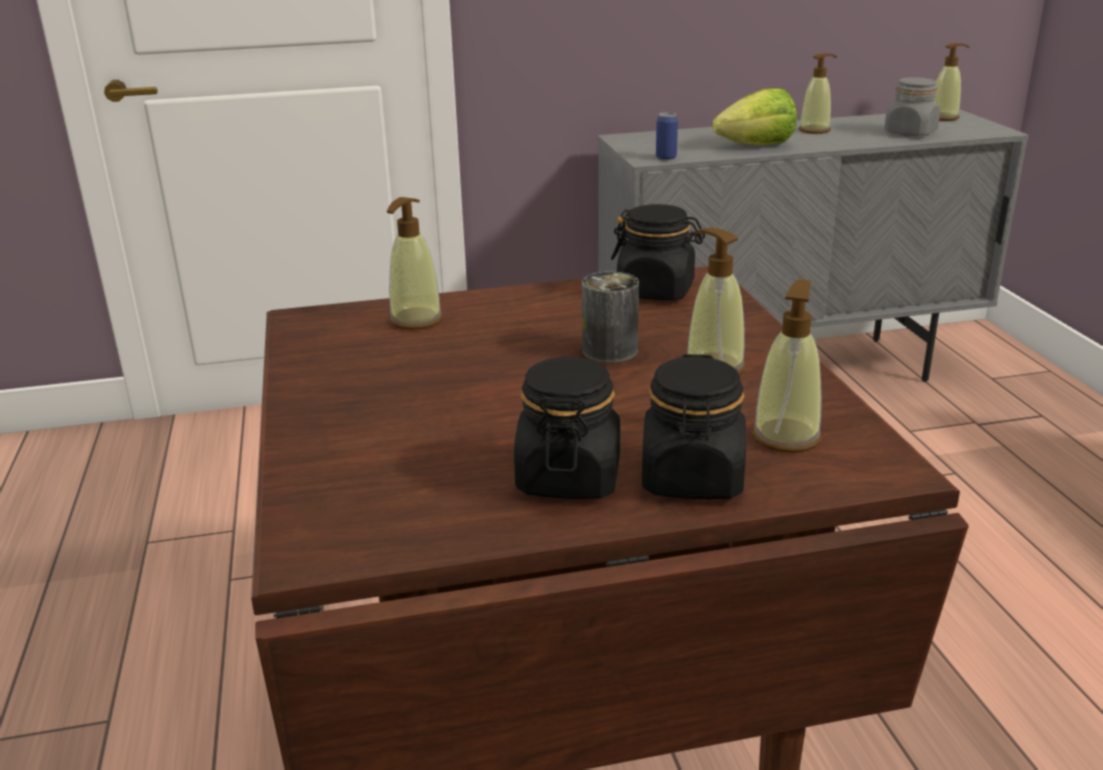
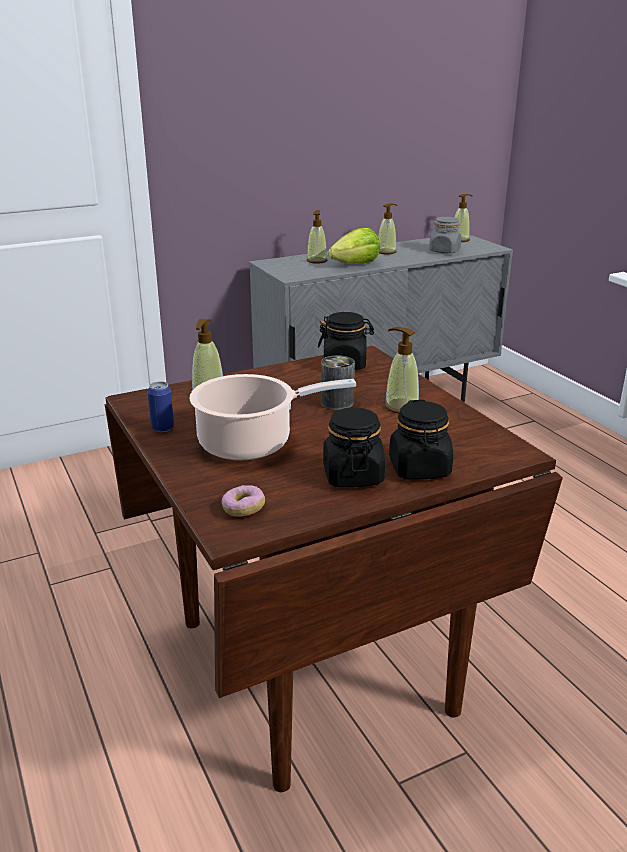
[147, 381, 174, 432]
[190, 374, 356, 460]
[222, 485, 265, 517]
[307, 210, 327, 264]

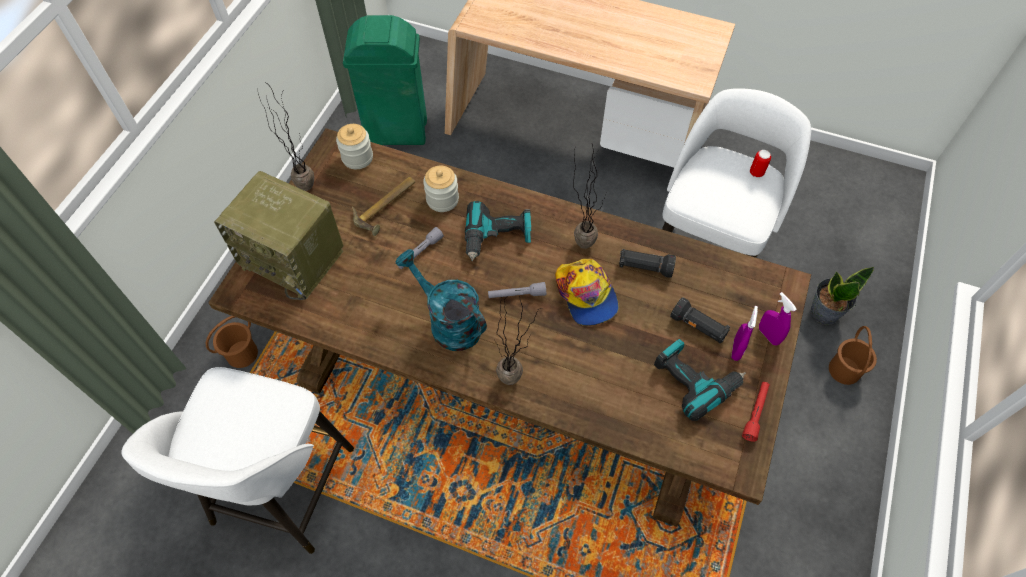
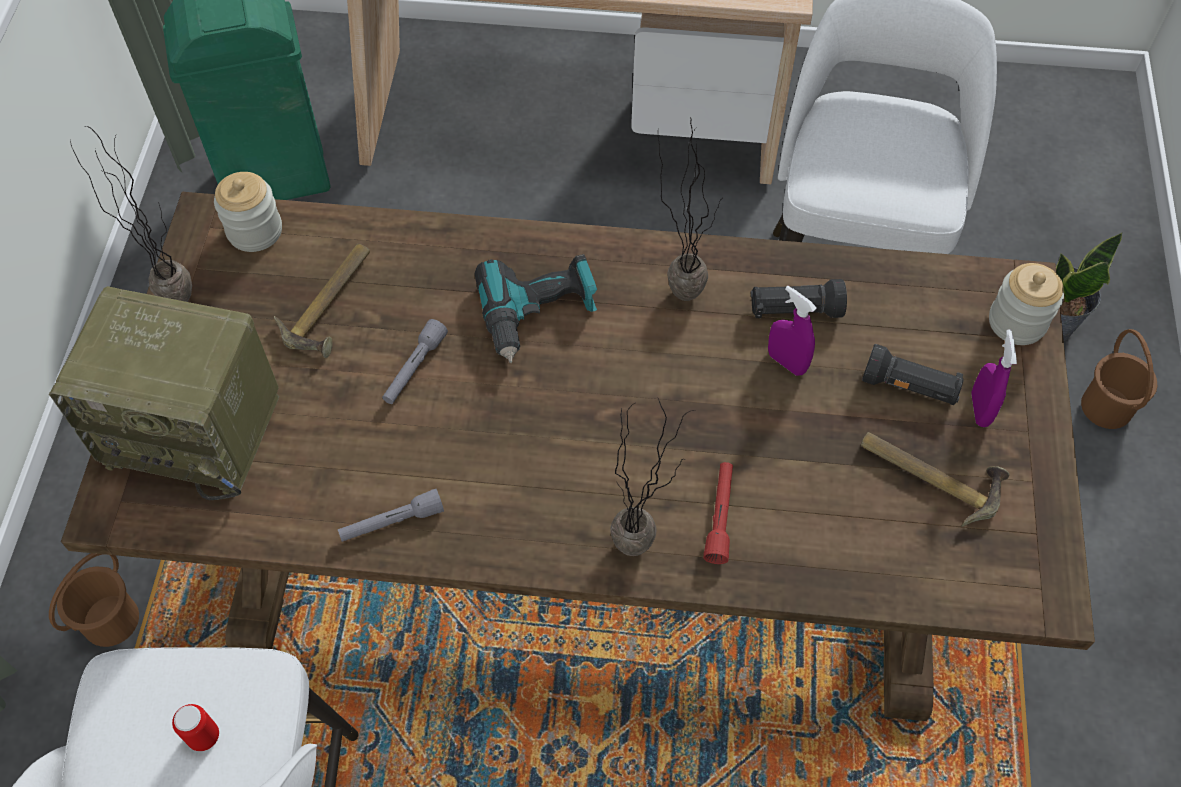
[172, 704, 219, 751]
[338, 489, 444, 542]
[703, 462, 733, 564]
[768, 286, 817, 376]
[861, 432, 1009, 527]
[989, 263, 1064, 345]
[396, 249, 487, 351] (first image)
[555, 259, 619, 326] (first image)

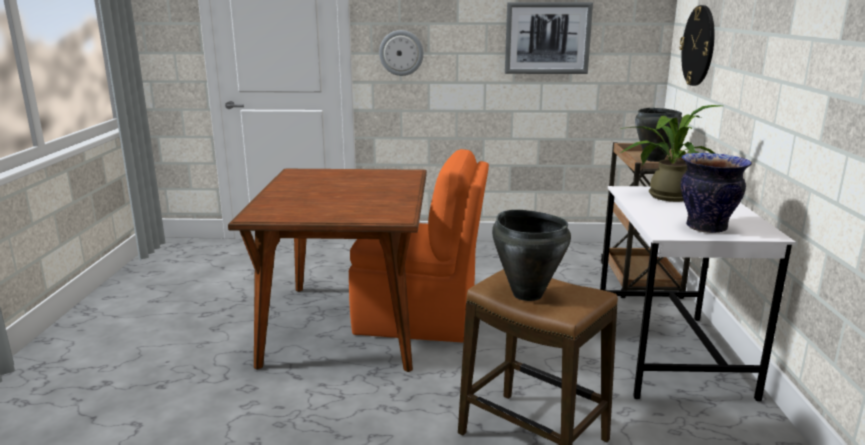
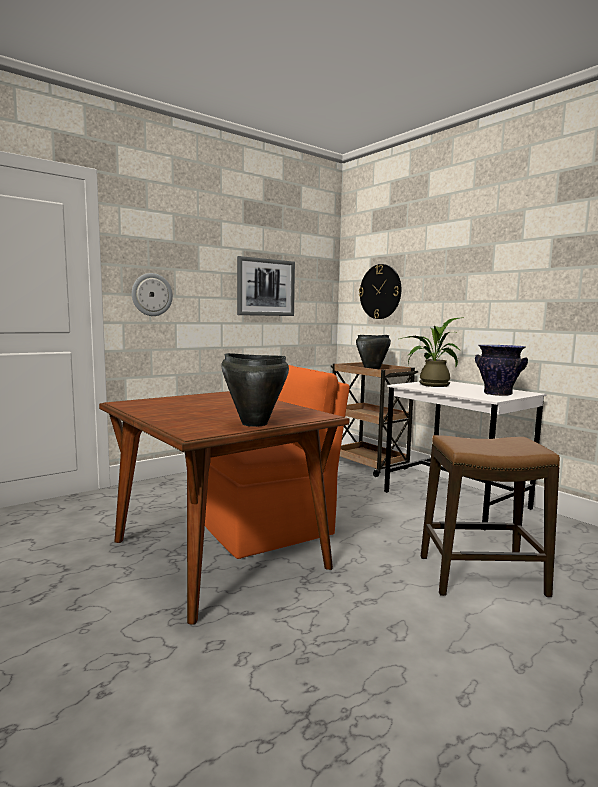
[221, 353, 289, 427]

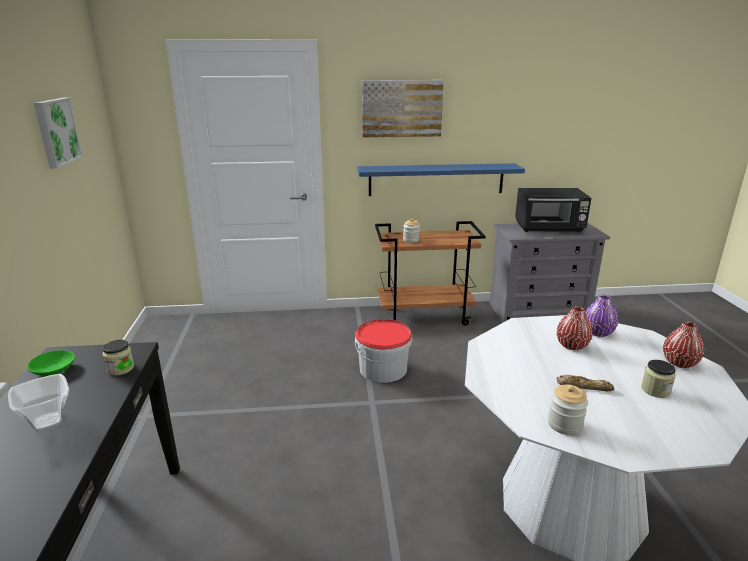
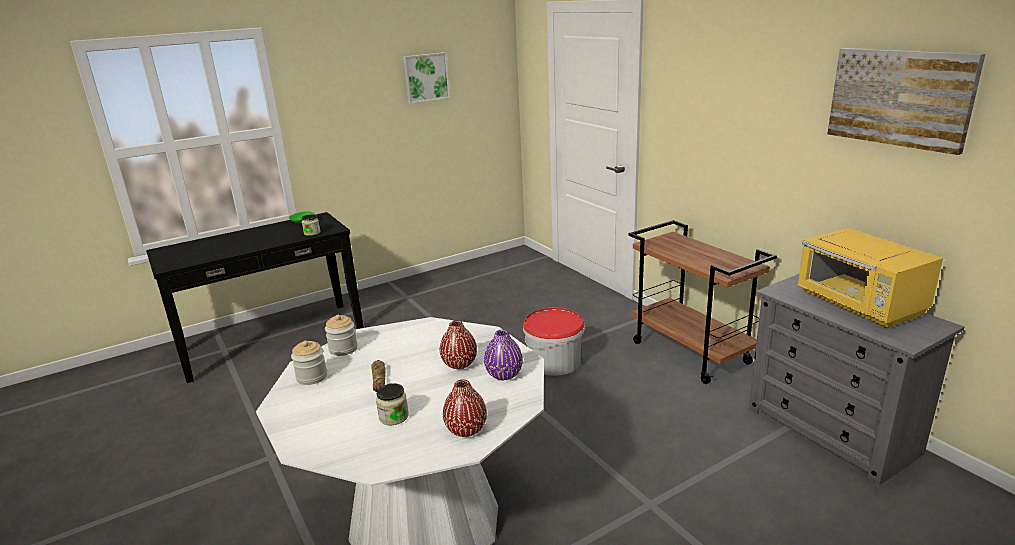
[325, 315, 357, 356]
[797, 228, 943, 328]
[827, 48, 985, 155]
[8, 374, 69, 431] (first image)
[357, 163, 525, 196] (first image)

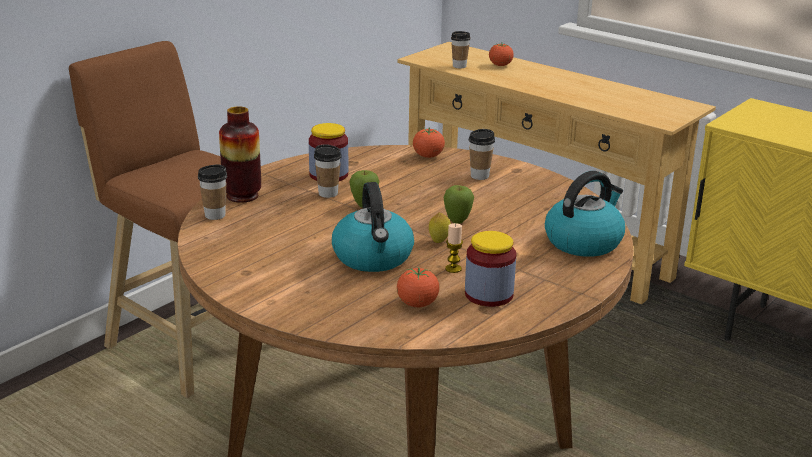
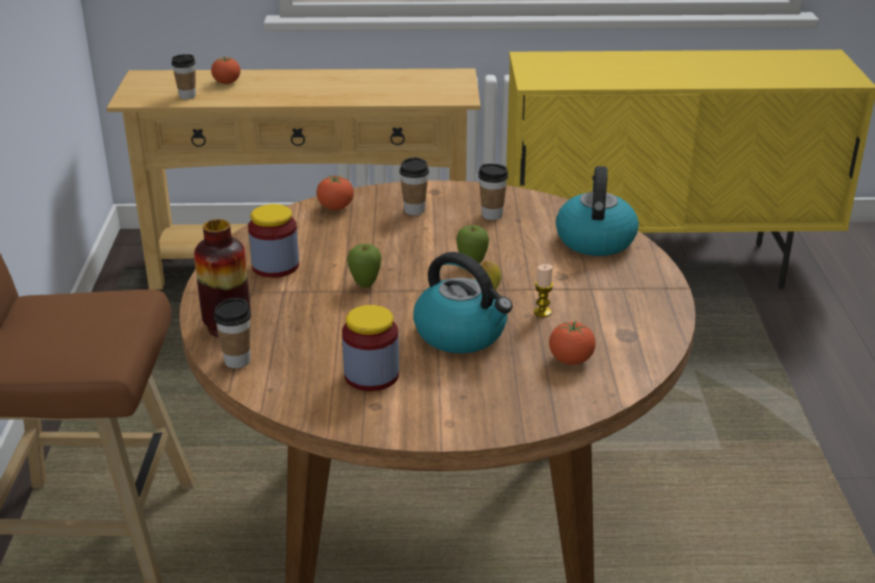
[342, 305, 399, 391]
[478, 164, 508, 220]

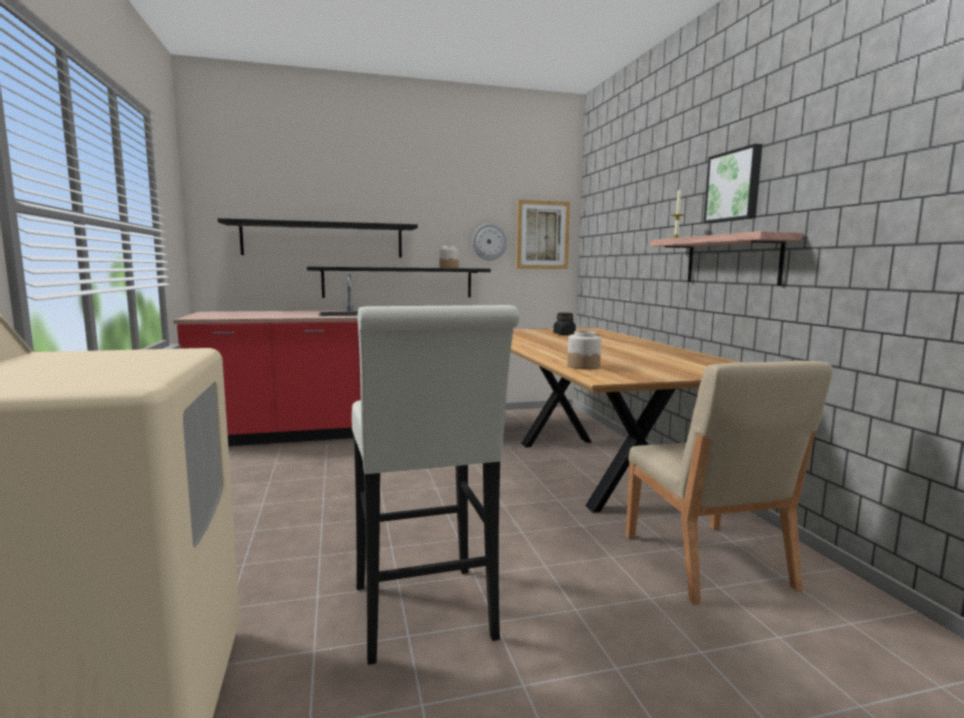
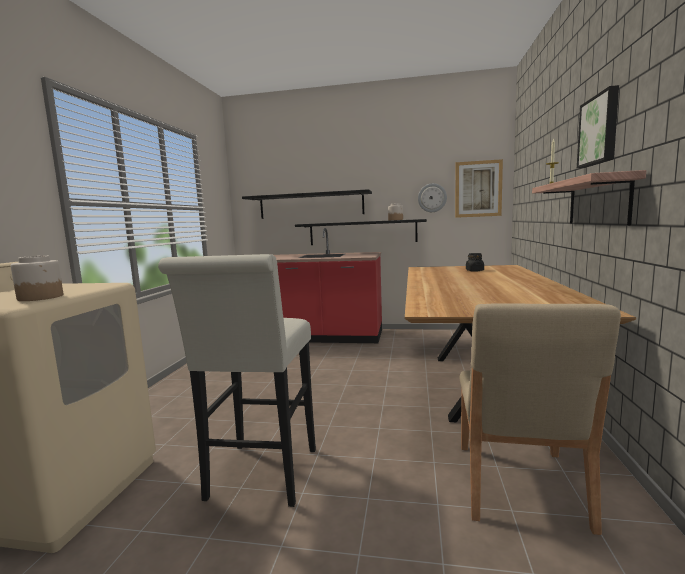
[11, 256, 63, 301]

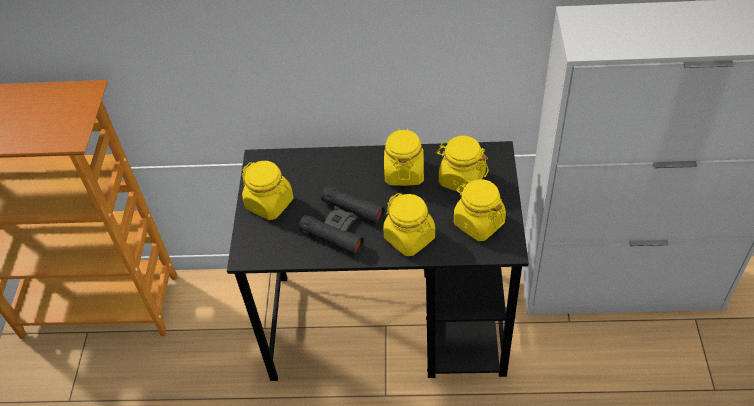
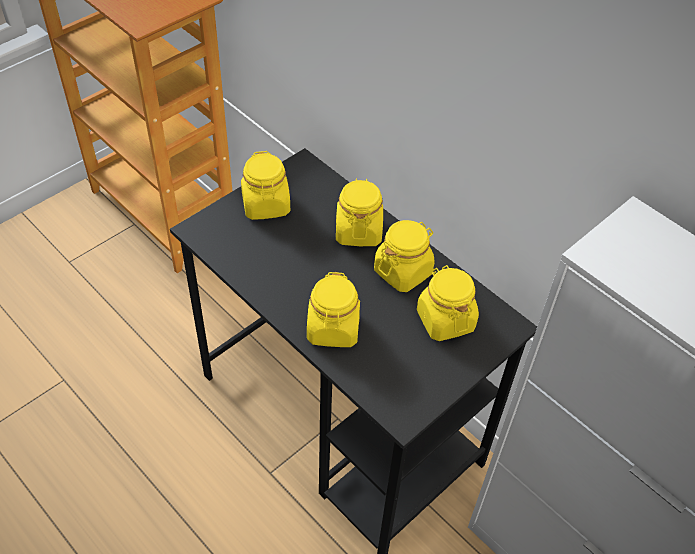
[336, 178, 383, 246]
[299, 186, 385, 256] (first image)

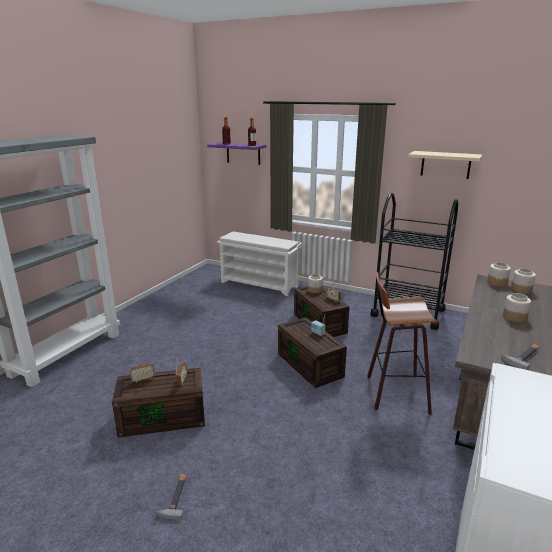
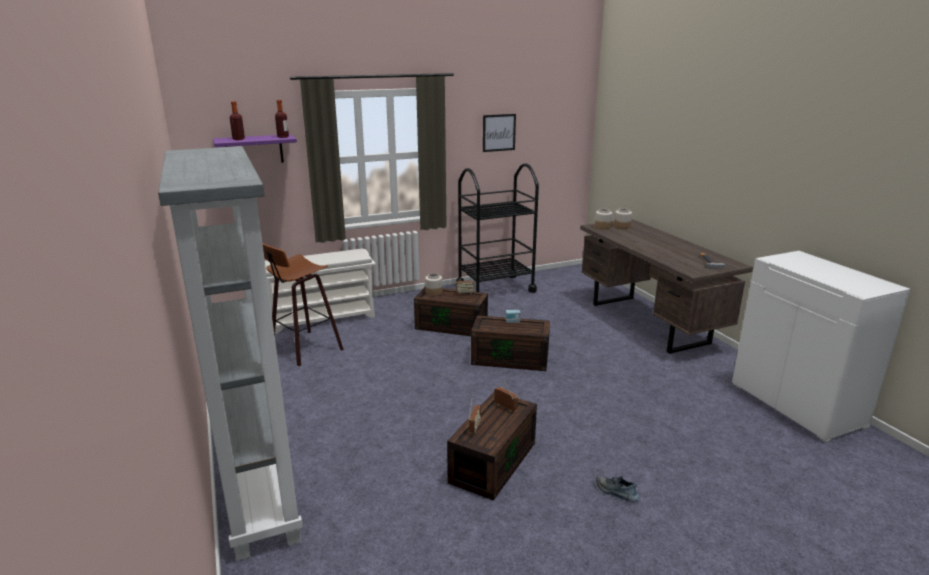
[262, 243, 344, 366]
[483, 114, 516, 152]
[596, 475, 640, 502]
[503, 293, 531, 322] (first image)

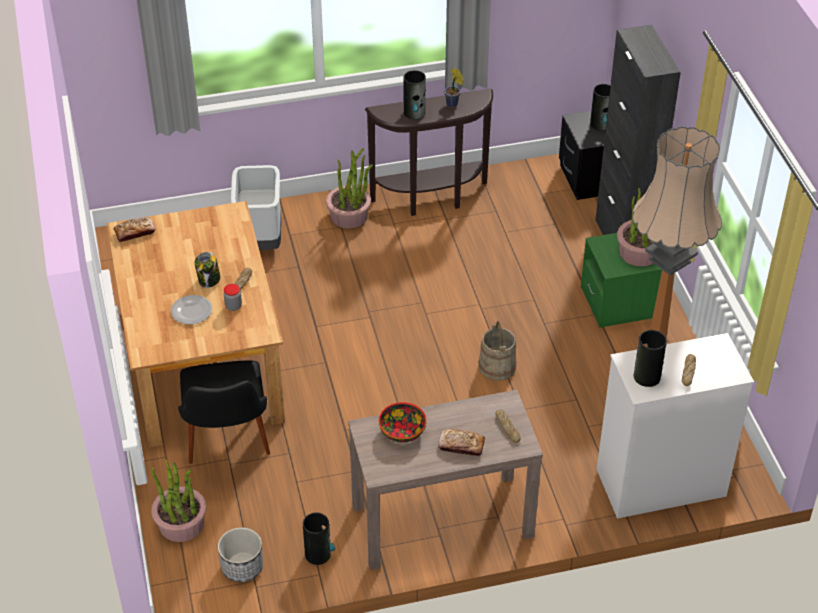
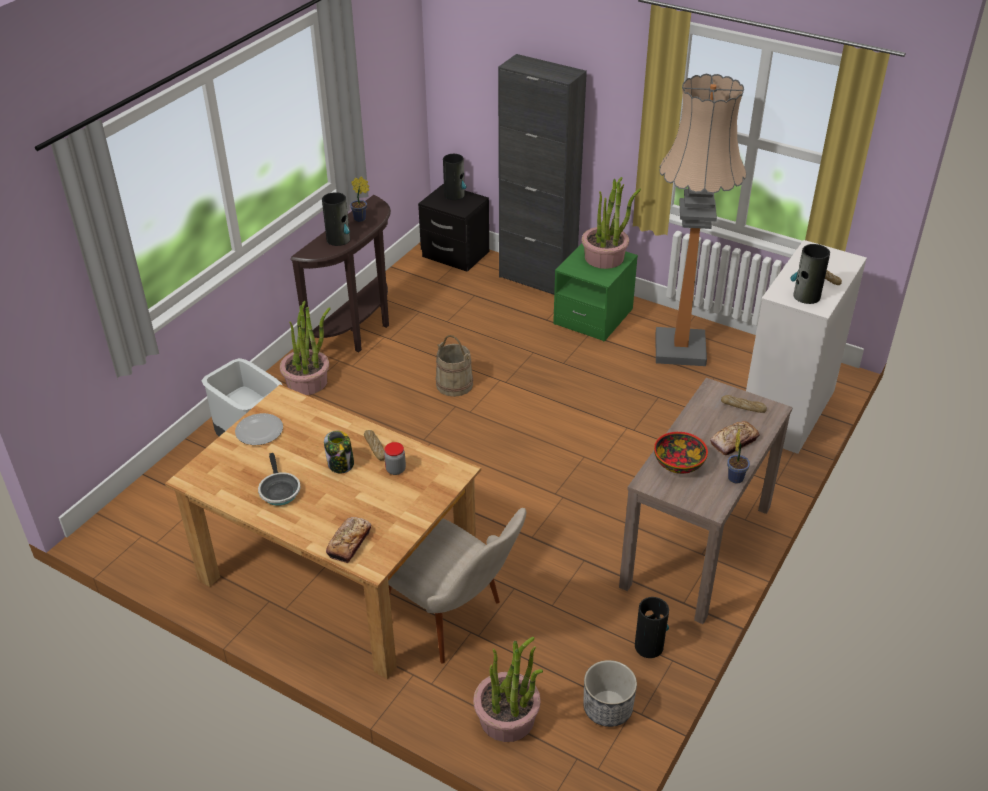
[235, 413, 283, 445]
[258, 453, 300, 506]
[326, 517, 371, 563]
[388, 508, 526, 664]
[435, 335, 473, 397]
[727, 429, 750, 484]

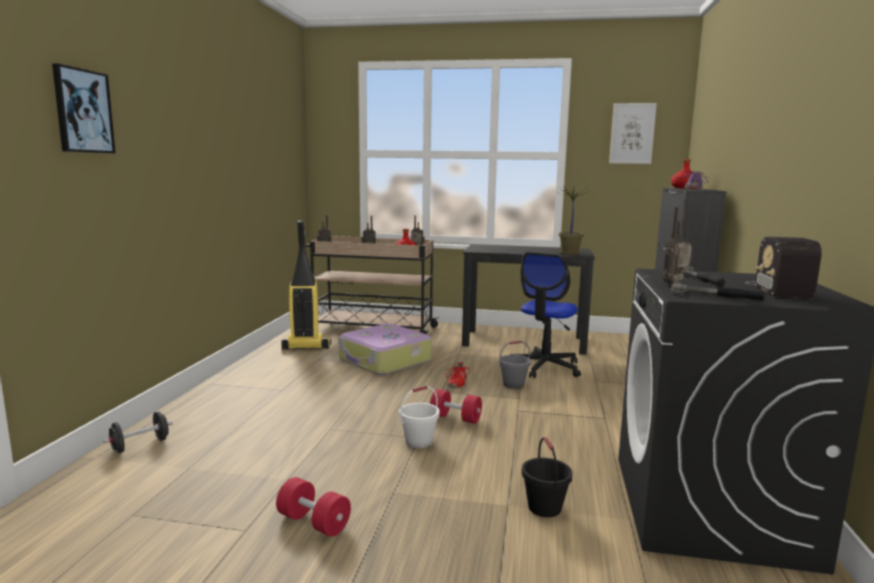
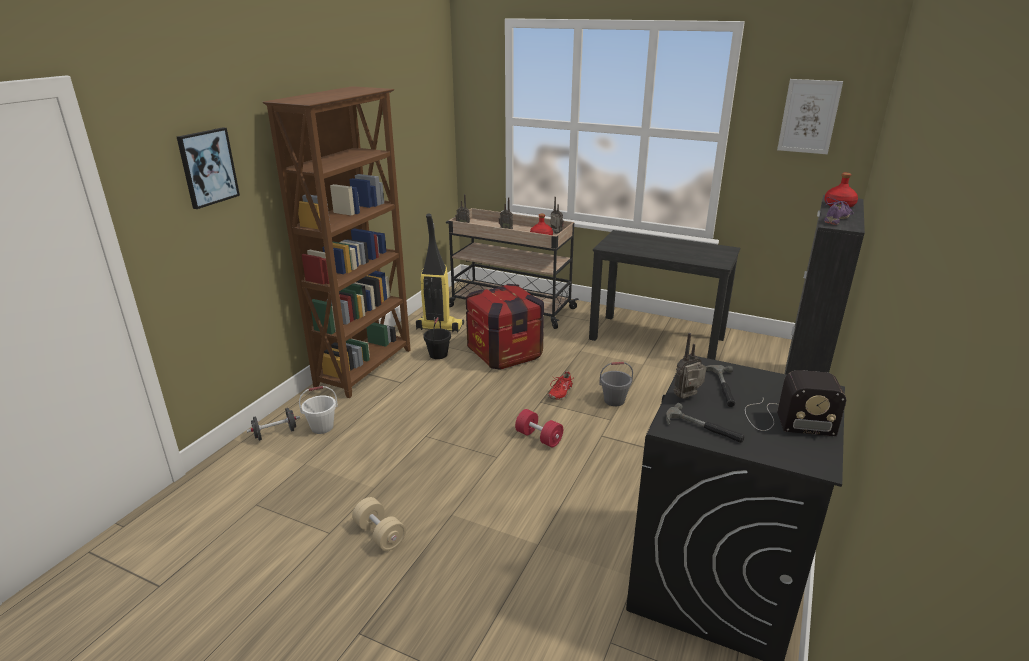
[263, 86, 411, 398]
[299, 386, 338, 434]
[352, 497, 406, 551]
[423, 317, 451, 359]
[466, 284, 544, 370]
[745, 370, 846, 436]
[510, 252, 581, 378] (first image)
[559, 186, 595, 255] (first image)

